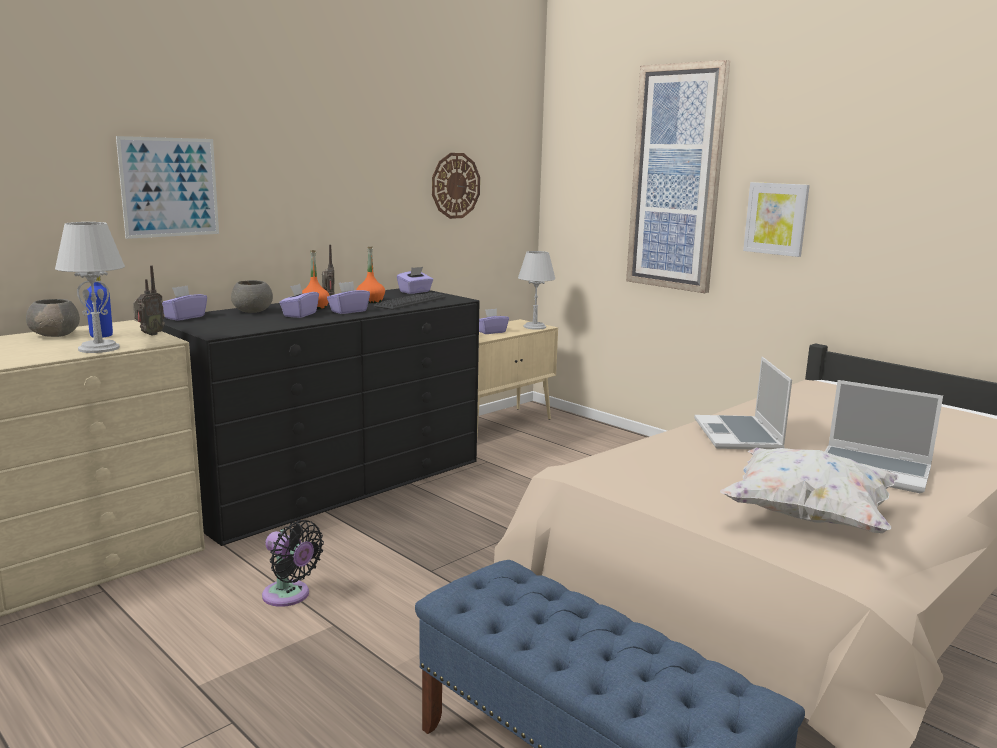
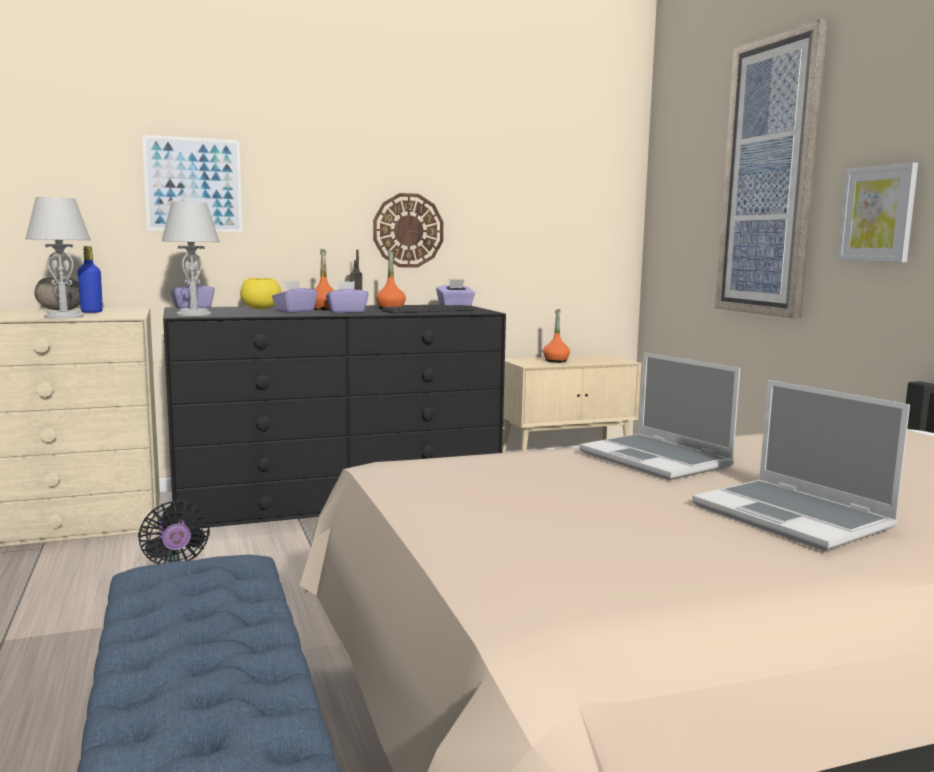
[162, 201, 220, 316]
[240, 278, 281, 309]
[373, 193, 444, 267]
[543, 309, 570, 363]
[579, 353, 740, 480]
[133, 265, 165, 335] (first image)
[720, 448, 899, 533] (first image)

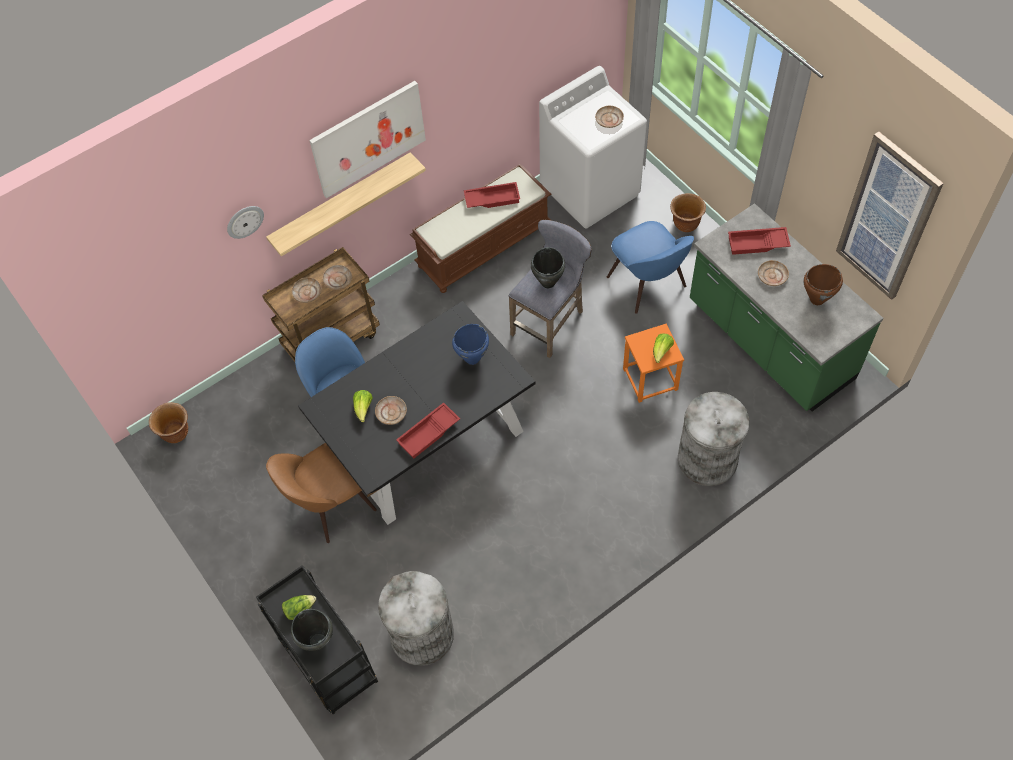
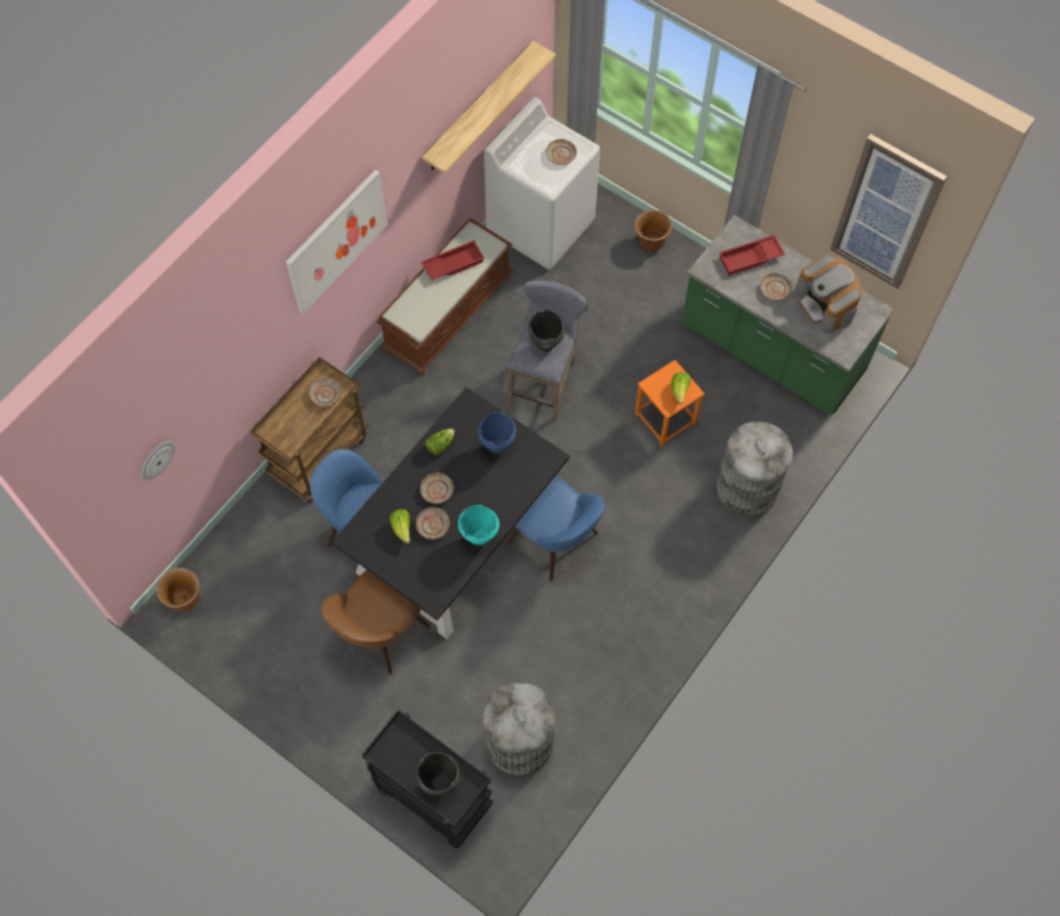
[142, 441, 175, 480]
[420, 473, 454, 504]
[422, 41, 556, 174]
[425, 429, 455, 455]
[458, 505, 499, 545]
[507, 476, 605, 581]
[795, 254, 862, 334]

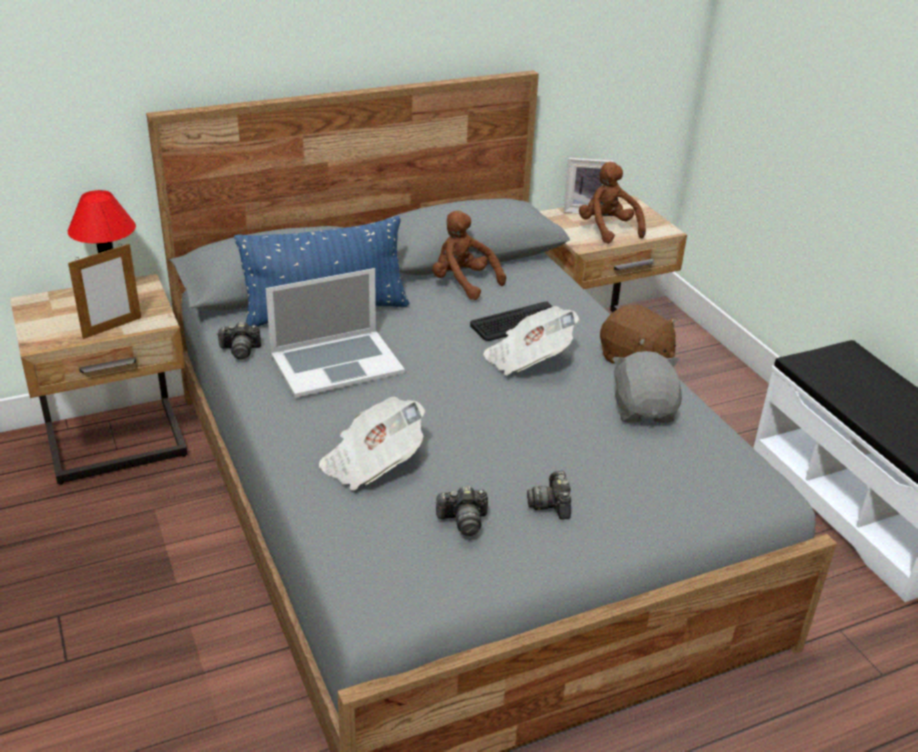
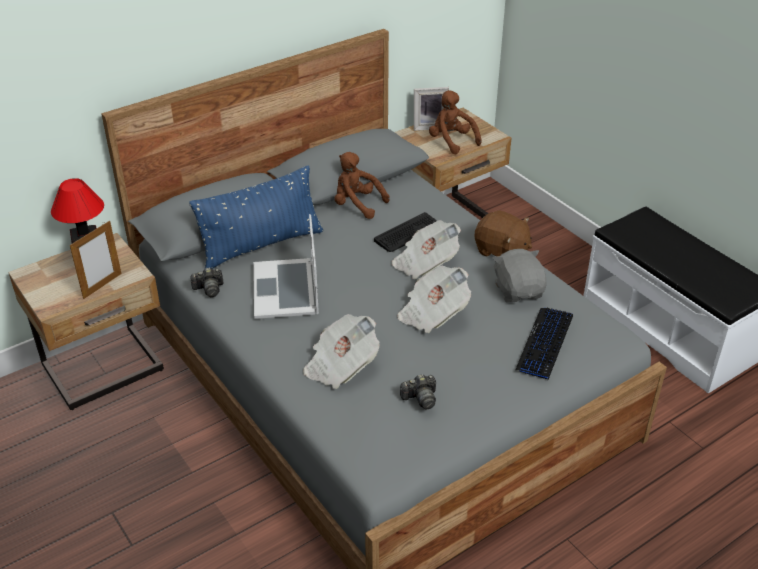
[253, 214, 319, 319]
[397, 265, 471, 333]
[515, 308, 573, 380]
[527, 471, 571, 520] (first image)

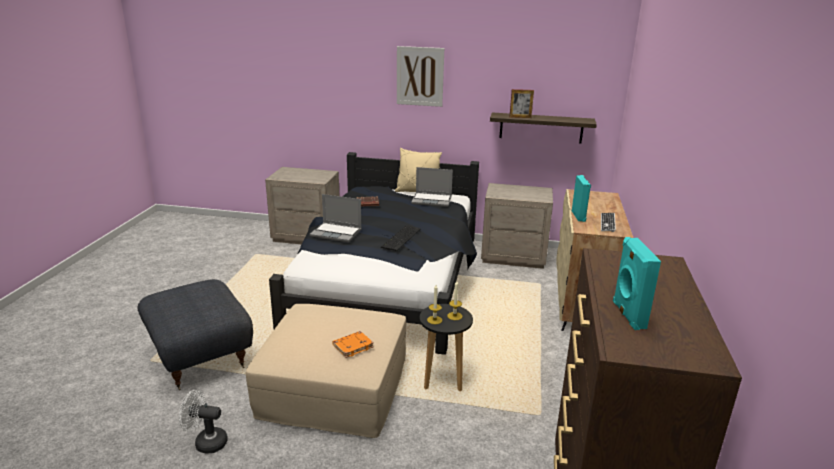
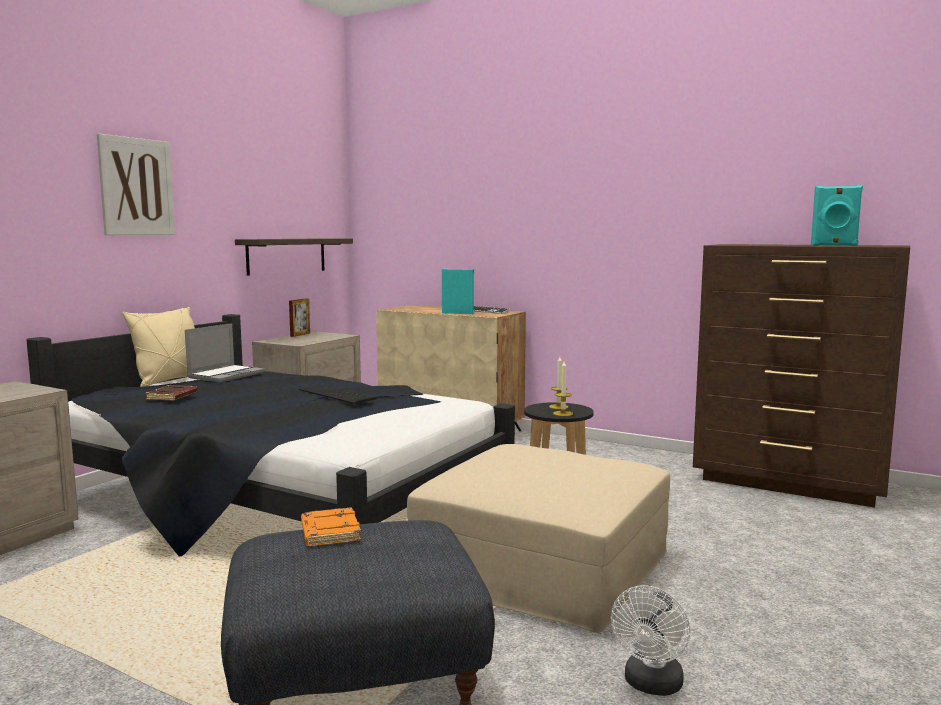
[289, 298, 310, 337]
[301, 507, 361, 546]
[310, 194, 362, 242] (first image)

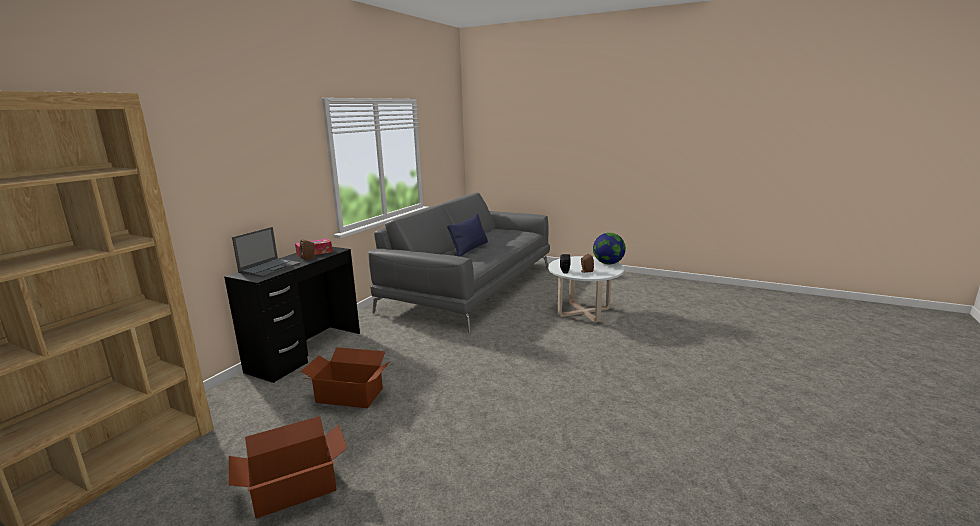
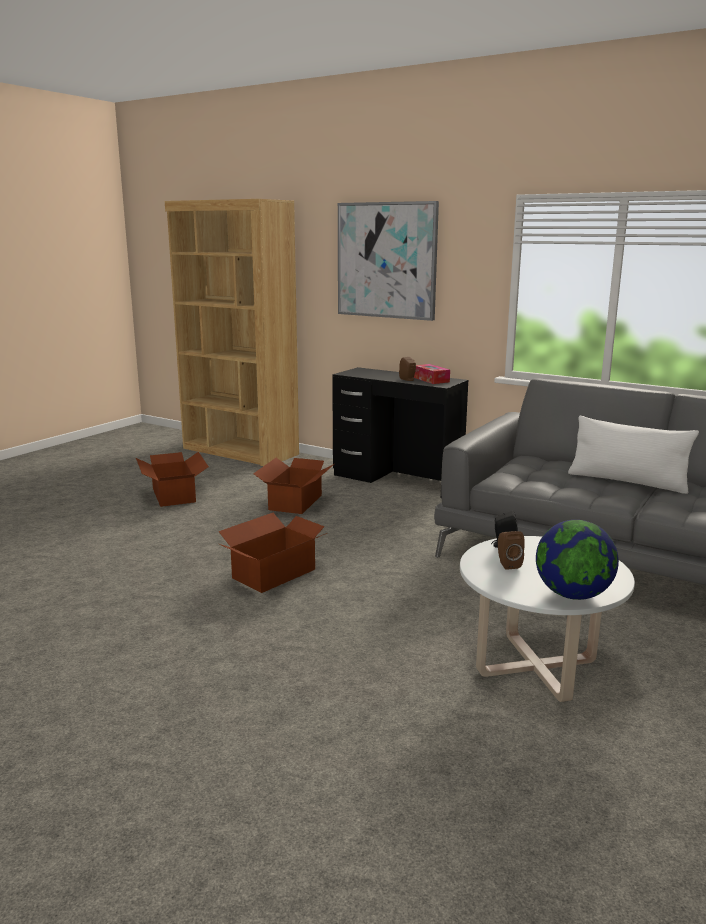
[218, 513, 327, 593]
[338, 201, 439, 321]
[568, 416, 699, 494]
[232, 227, 301, 277] (first image)

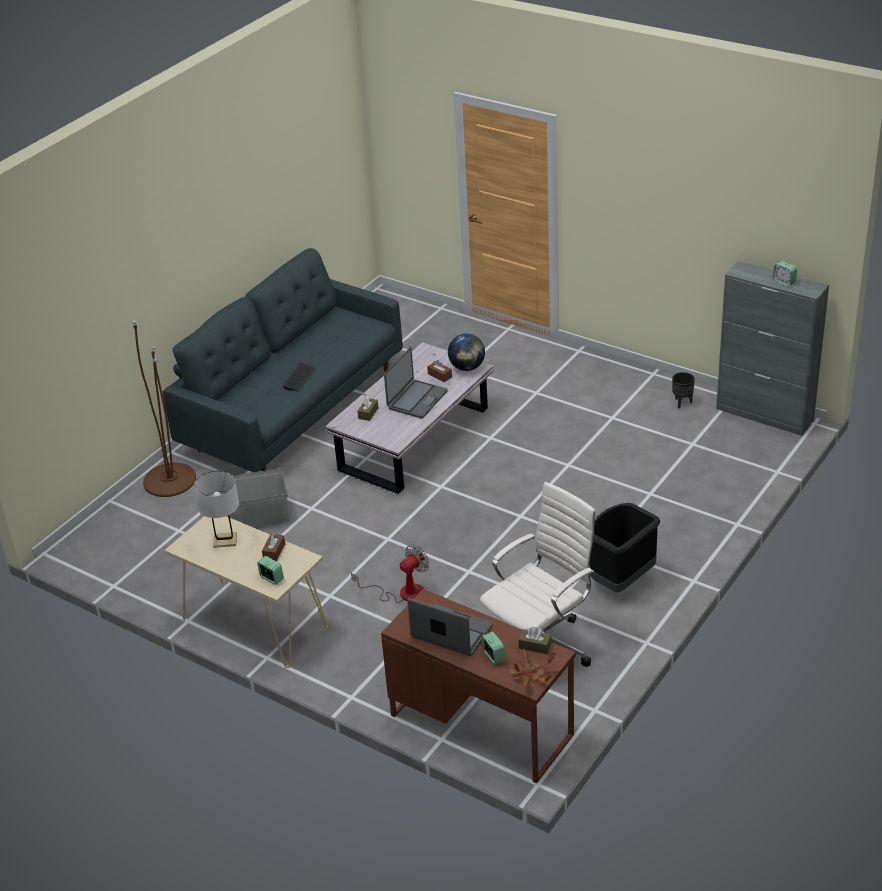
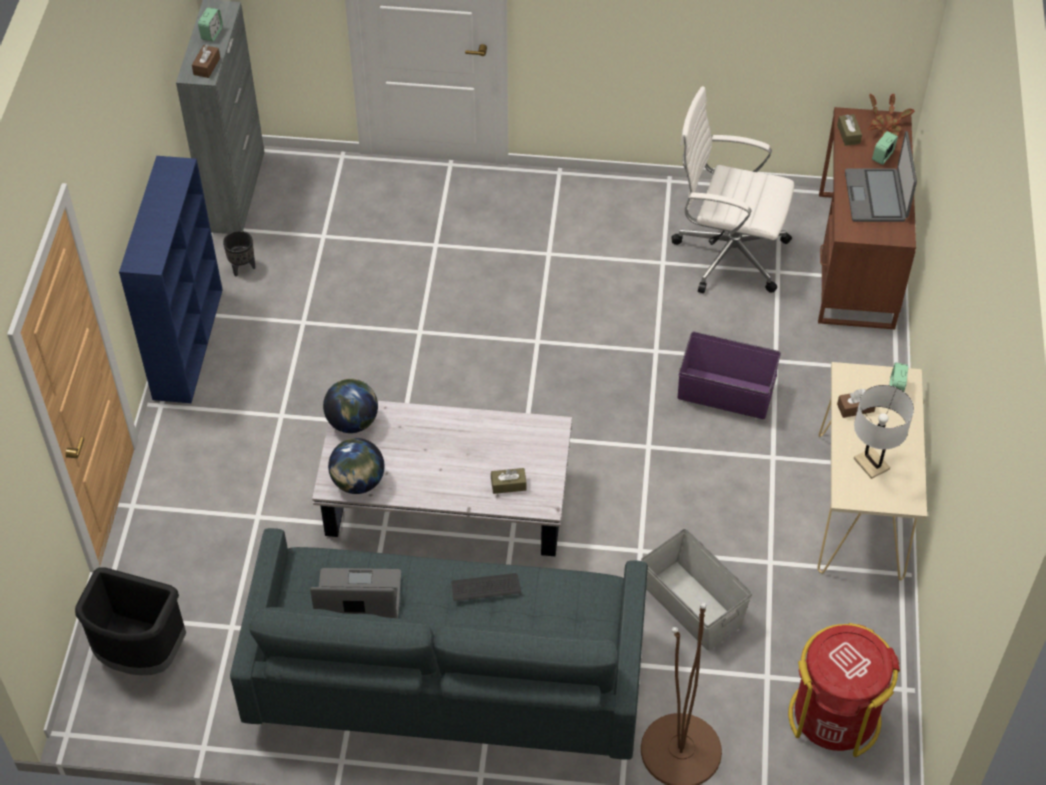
[75, 567, 186, 675]
[119, 156, 223, 403]
[192, 44, 220, 78]
[310, 568, 401, 618]
[328, 438, 385, 494]
[678, 331, 781, 419]
[788, 623, 900, 757]

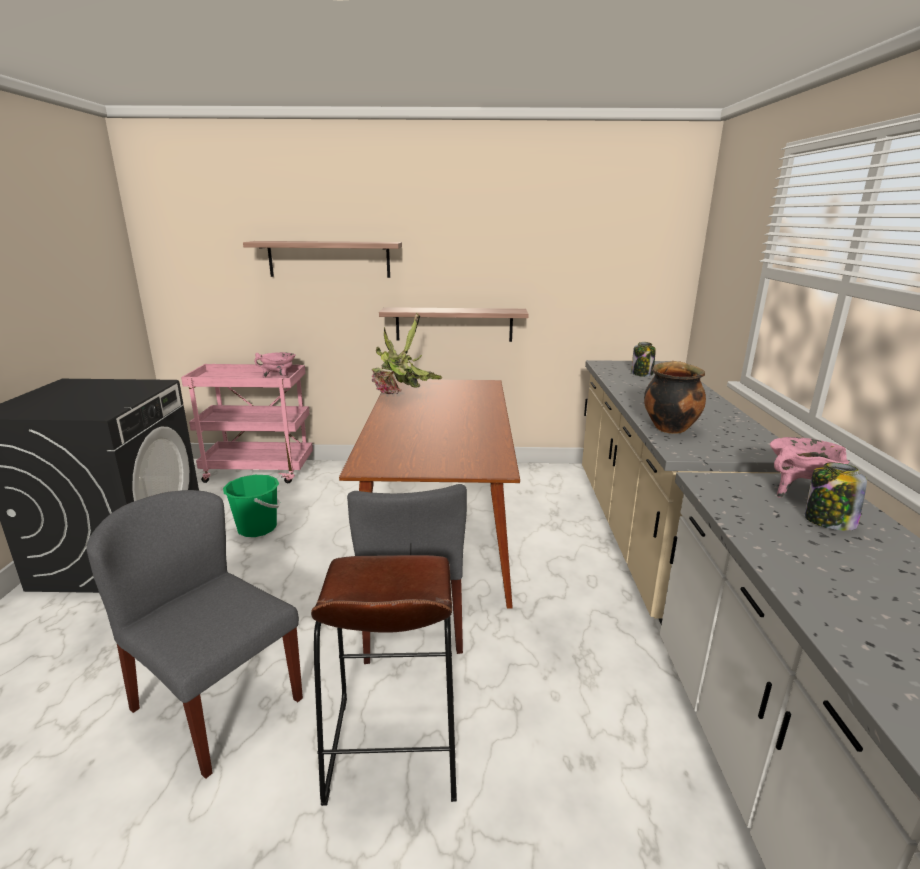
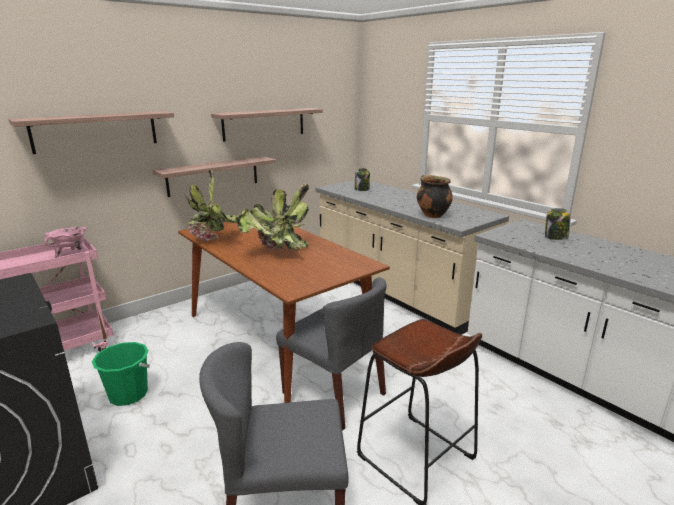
[211, 108, 323, 142]
[237, 183, 309, 252]
[770, 437, 850, 497] (first image)

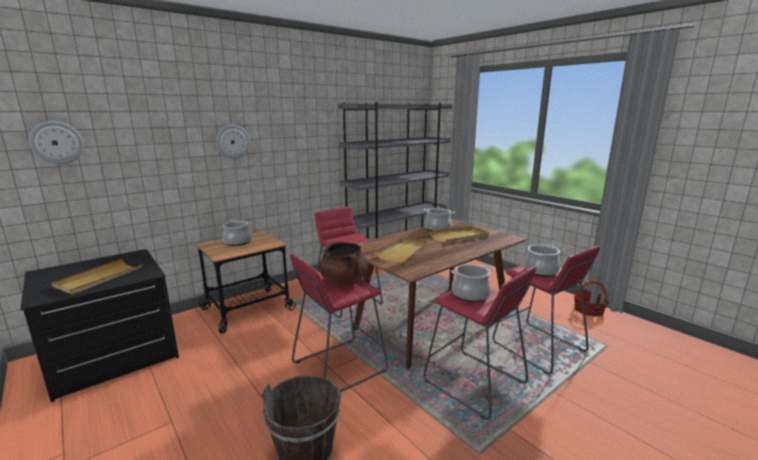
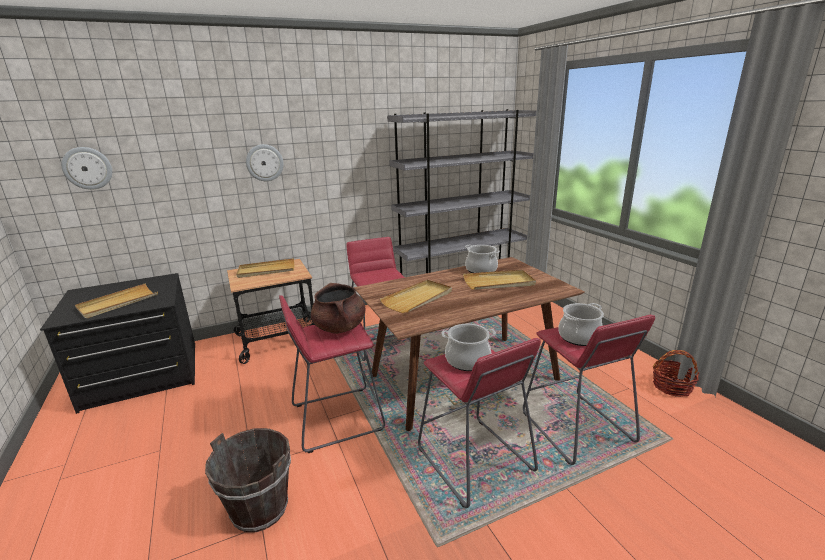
[236, 258, 294, 278]

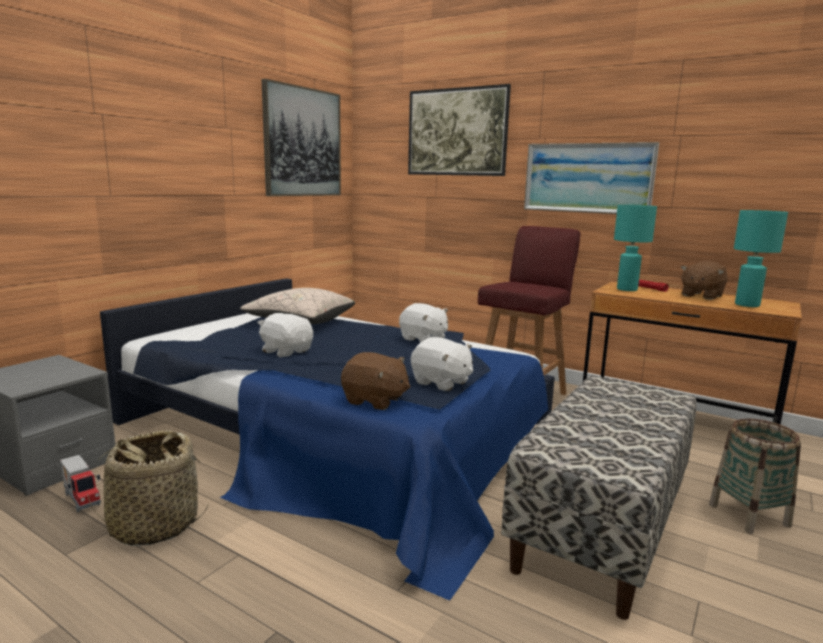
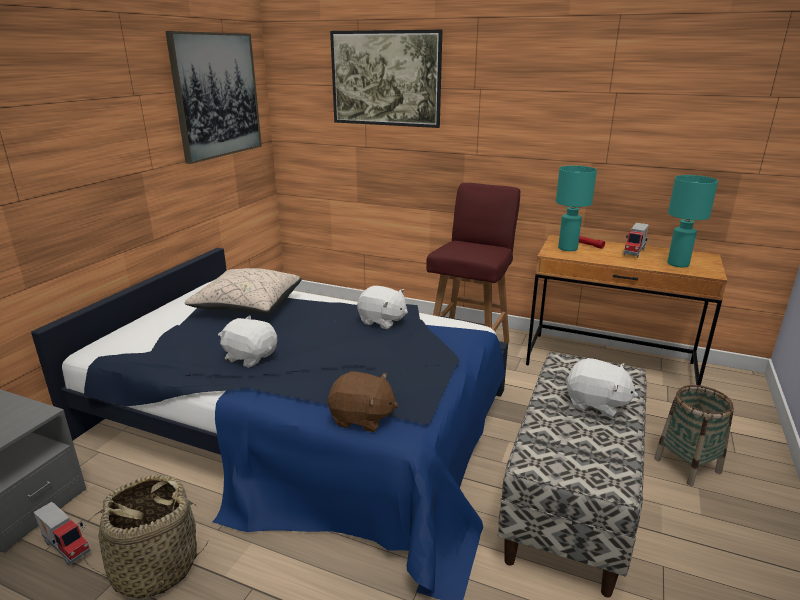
[566, 358, 638, 418]
[623, 223, 649, 258]
[524, 142, 659, 214] (first image)

